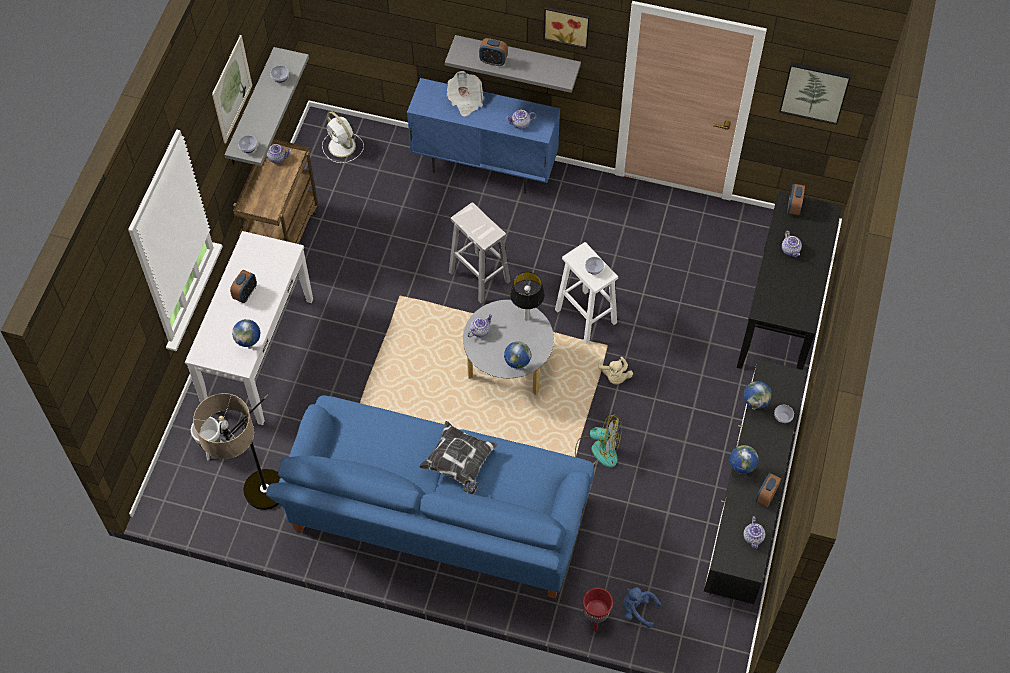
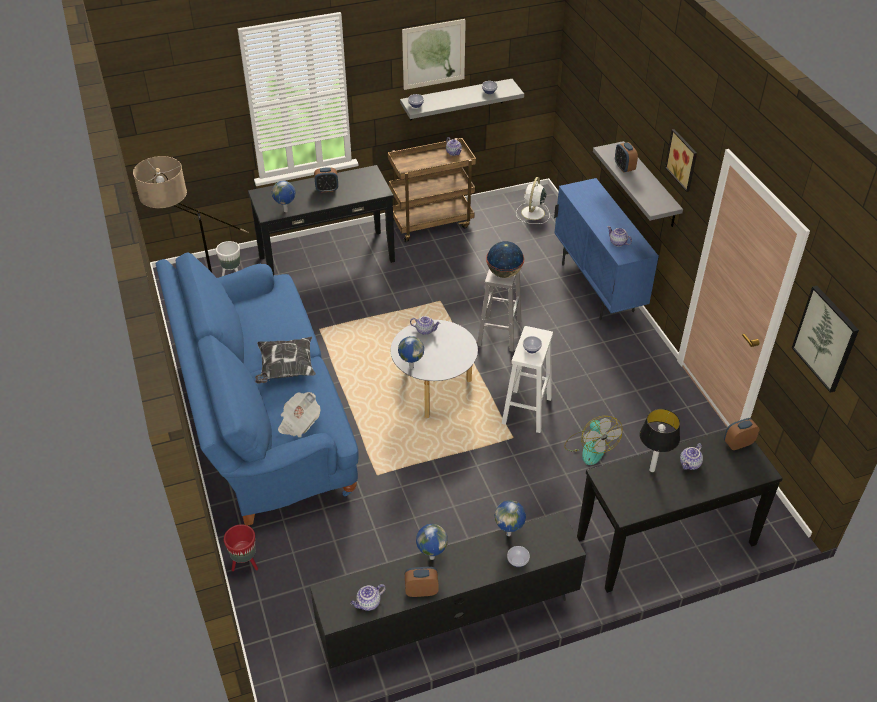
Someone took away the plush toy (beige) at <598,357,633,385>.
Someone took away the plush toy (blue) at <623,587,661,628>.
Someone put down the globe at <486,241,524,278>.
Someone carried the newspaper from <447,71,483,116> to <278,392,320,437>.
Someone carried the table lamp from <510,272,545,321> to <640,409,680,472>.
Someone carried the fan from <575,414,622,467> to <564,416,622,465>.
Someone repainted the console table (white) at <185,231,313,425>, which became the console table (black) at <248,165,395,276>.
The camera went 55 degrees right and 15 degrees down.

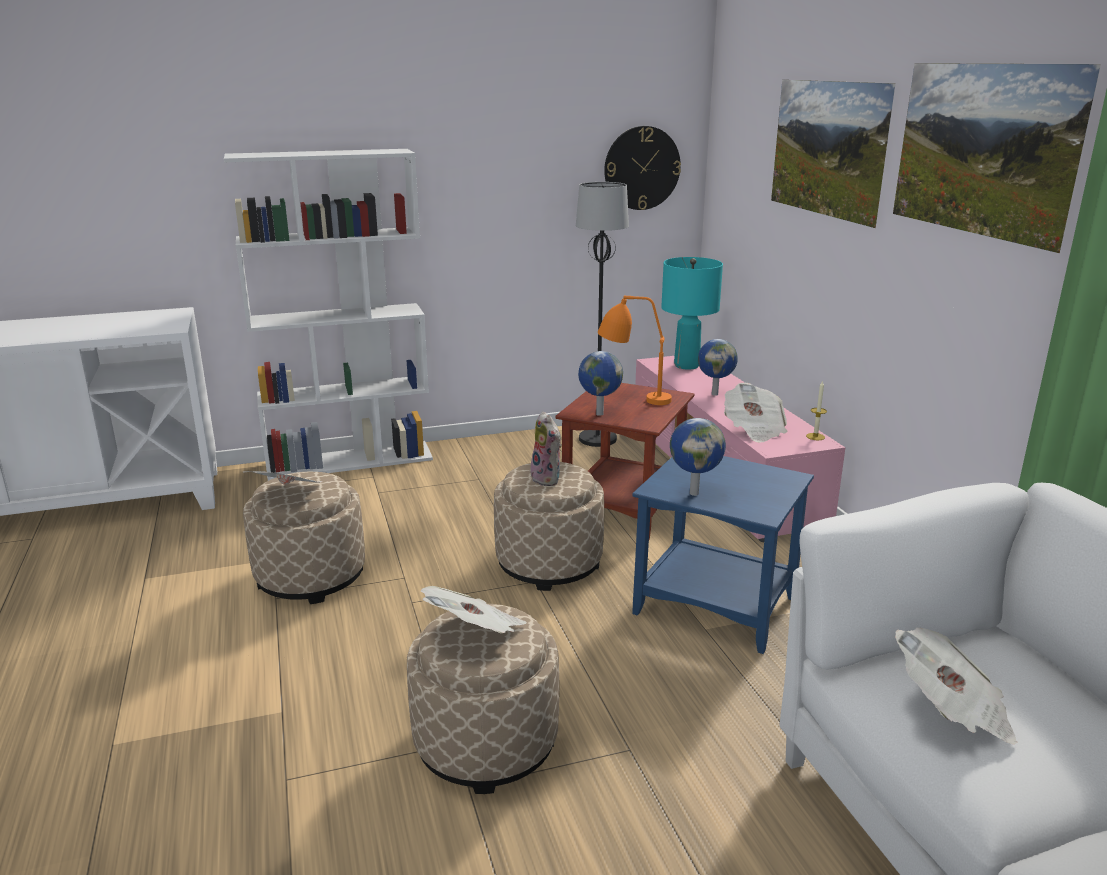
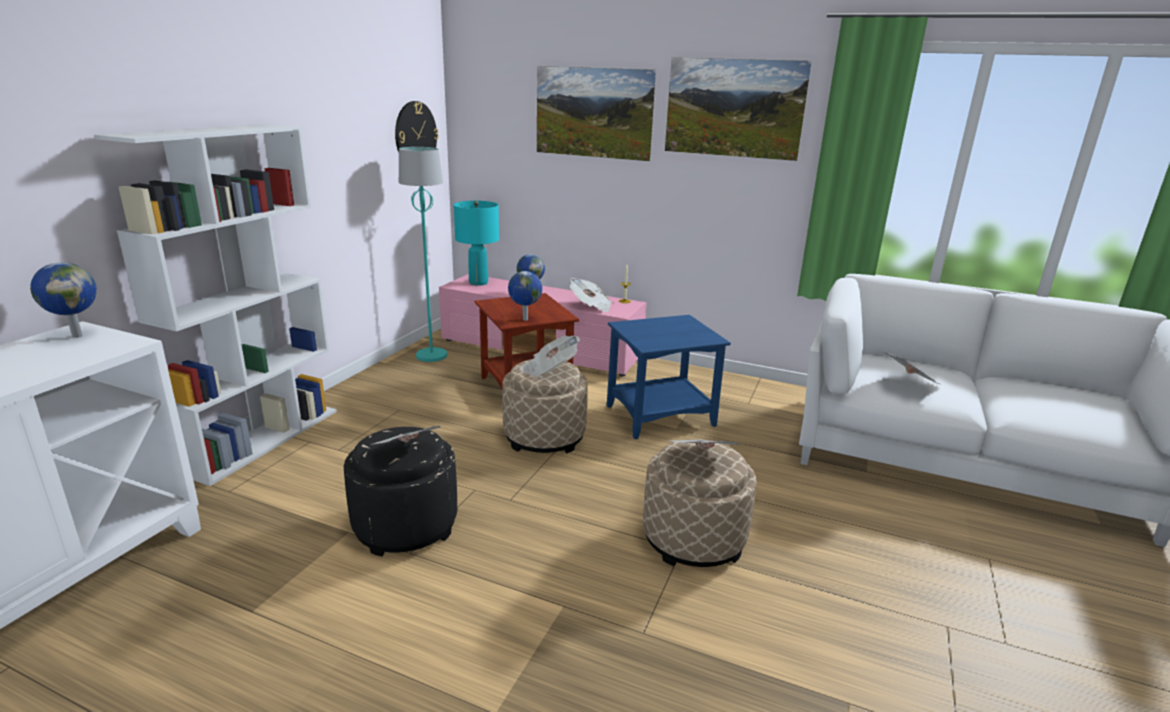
Someone took away the table lamp (orange) at <598,296,672,405>.
Someone carried the globe from <670,418,726,496> to <30,262,97,338>.
Someone swapped the plush toy at <530,411,562,486> for the newspaper at <520,335,580,378>.
Someone repainted the ottoman (beige) at <243,471,365,604>, which became the ottoman (black) at <344,427,457,556>.
Someone repainted the floor lamp (black) at <576,182,629,447>, which became the floor lamp (turquoise) at <399,147,447,362>.
The camera went 50 degrees left and 0 degrees up.

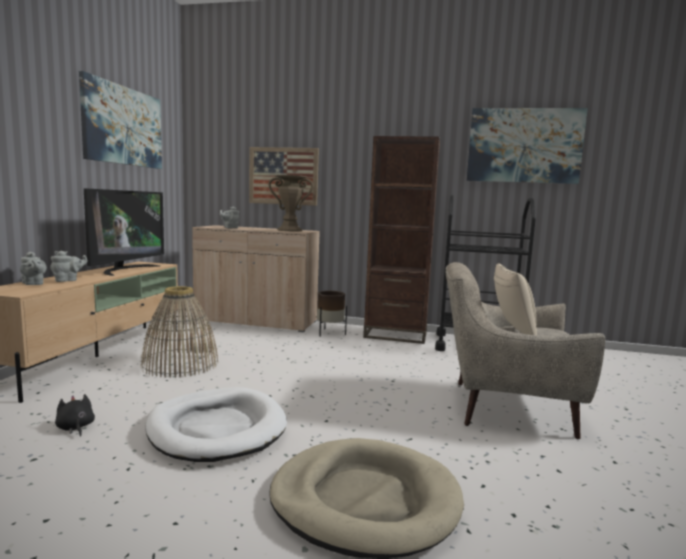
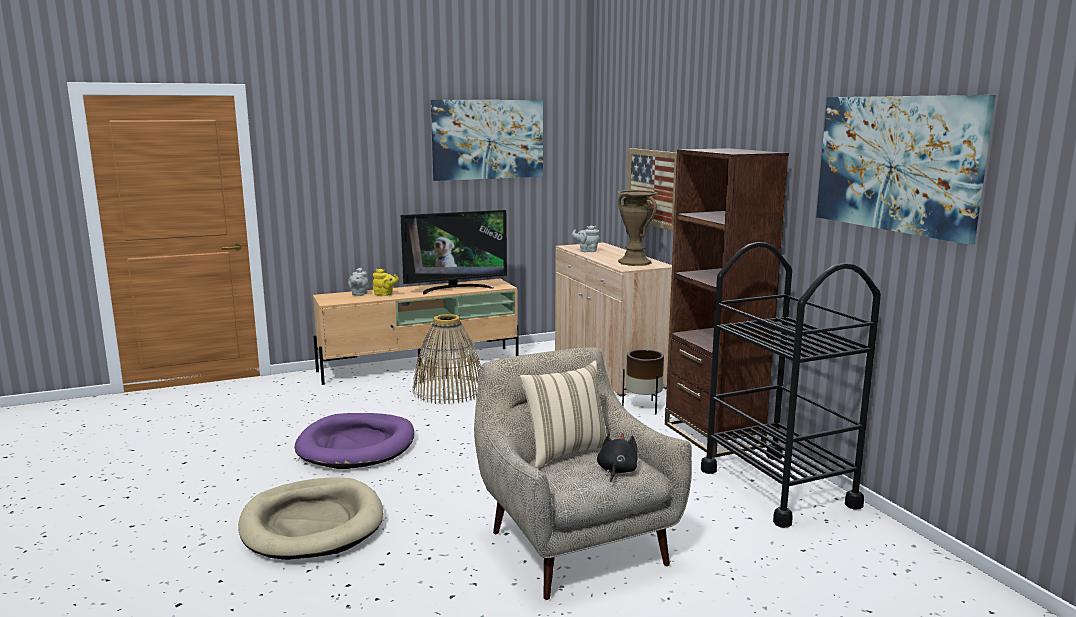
Someone carried the plush toy (black) from <55,394,95,437> to <597,433,638,482>.
Someone repainted the teapot (grey) at <50,250,88,282>, which became the teapot (yellow) at <373,269,399,296>.
Someone repainted the dog bed (white) at <146,387,287,462>, which became the dog bed (purple) at <295,413,414,469>.
The camera went 55 degrees right and 5 degrees up.

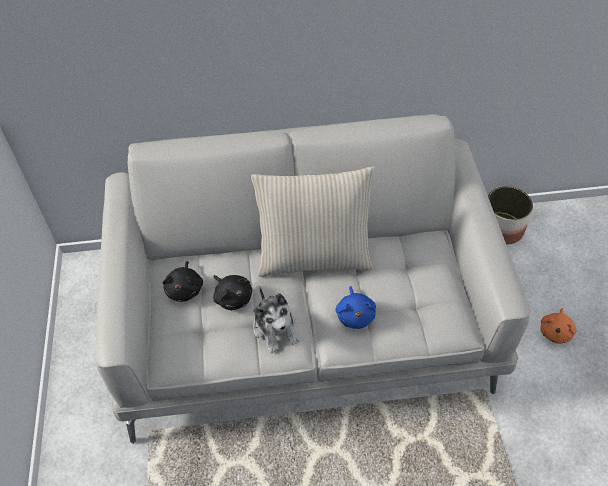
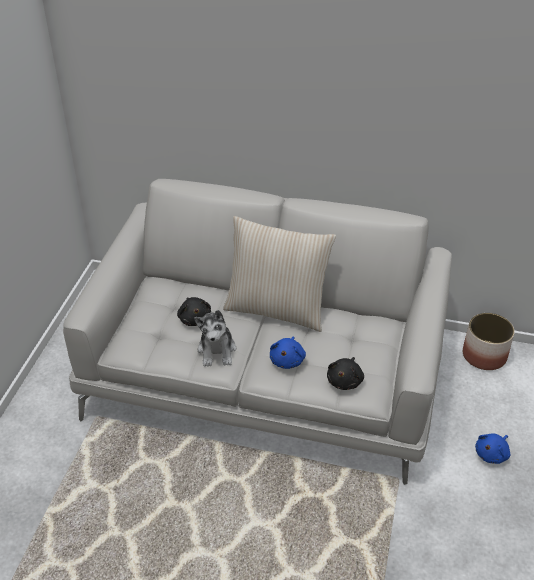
Someone carried the plush toy (black) from <163,261,203,302> to <327,357,364,390>.
Someone repainted the plush toy (orange) at <541,308,577,344>, which became the plush toy (blue) at <475,433,510,464>.
The camera went 20 degrees right and 10 degrees down.

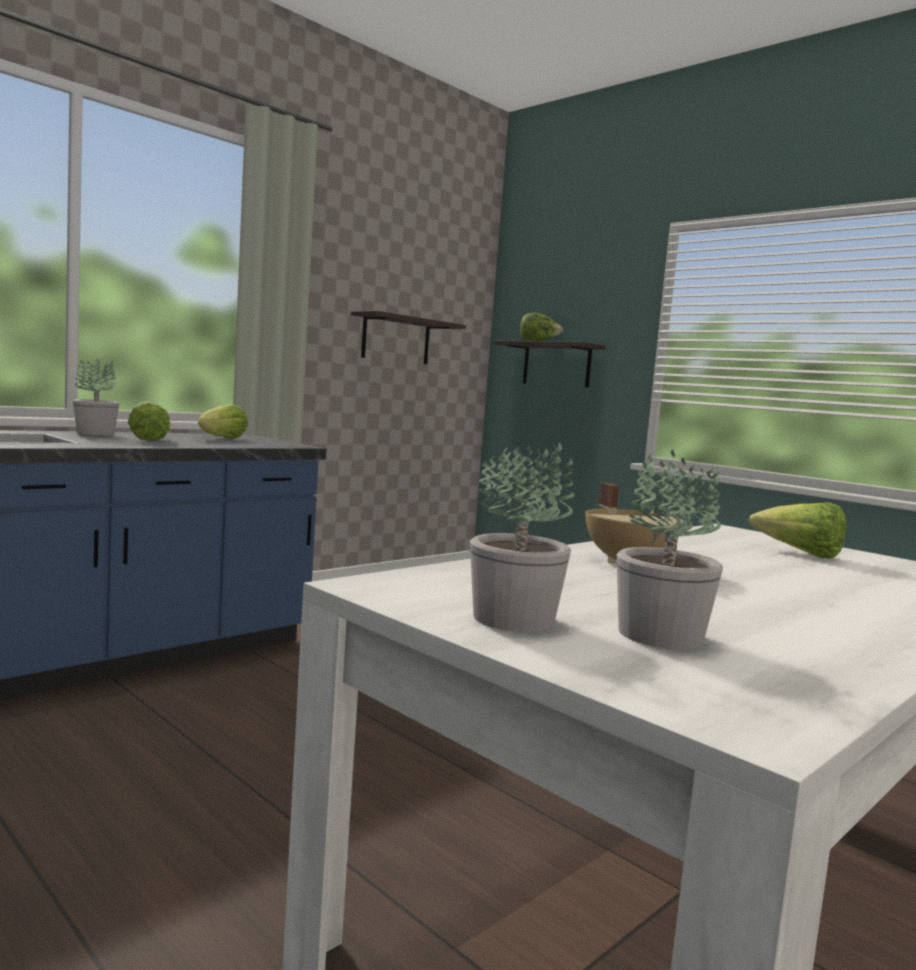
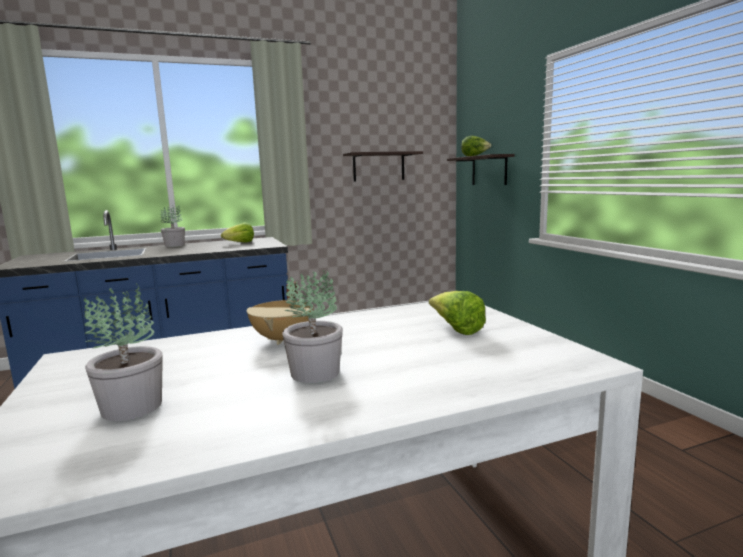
Someone took away the lettuce at <128,401,170,441>.
Someone carried the potted plant from <470,443,574,632> to <282,270,343,383>.
The camera went 25 degrees right and 5 degrees up.

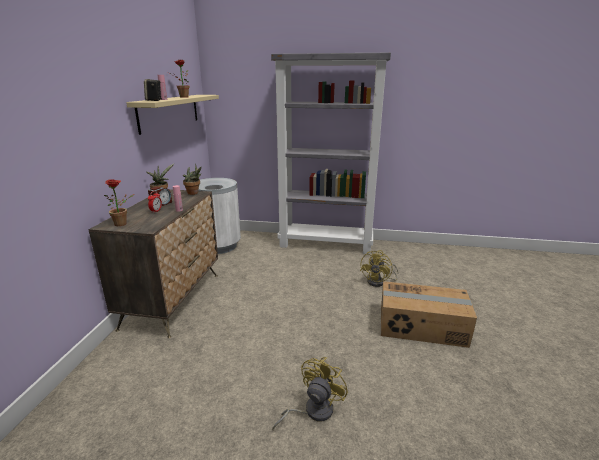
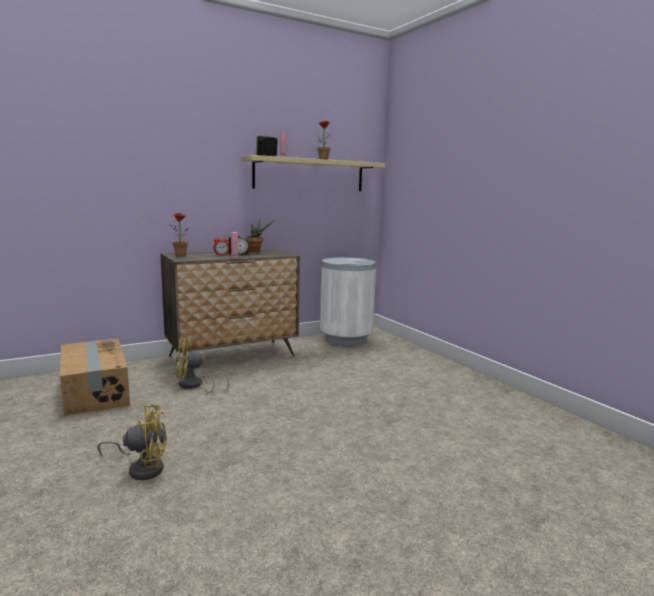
Someone took away the potted plant at <183,163,201,195>.
Someone took away the bookcase (grey) at <271,53,391,254>.
Someone carried the fan (yellow) from <360,250,399,287> to <176,338,229,393>.
Someone carried the cardboard box from <381,281,477,348> to <60,339,130,416>.
The camera went 50 degrees right and 10 degrees down.

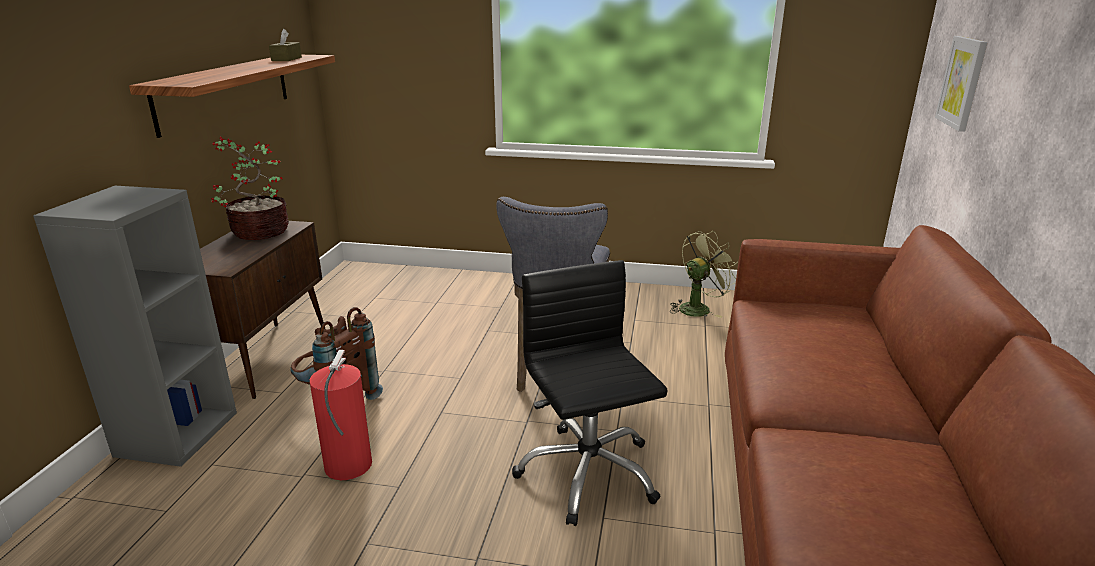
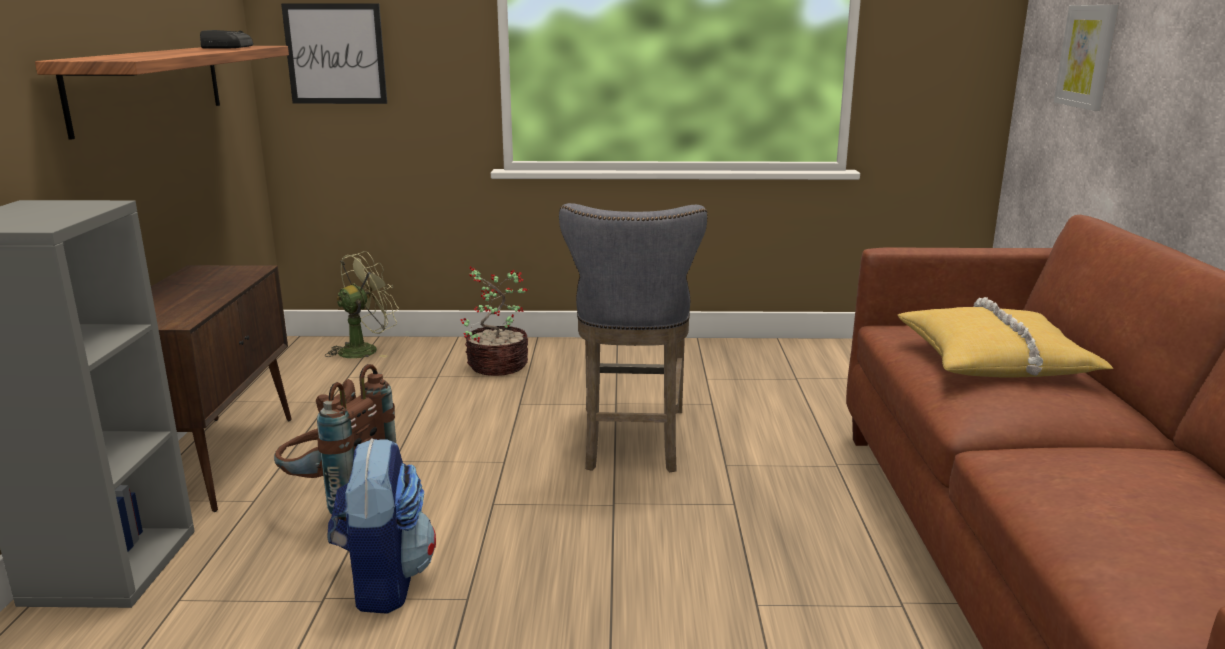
Someone took away the office chair (black) at <512,260,668,526>.
Someone put up the picture at <281,3,387,104>.
Someone put down the pillow (yellow) at <898,297,1113,377>.
Someone carried the potted plant from <211,136,289,240> to <460,266,529,376>.
Someone carried the fan (green) from <670,231,738,318> to <325,251,399,358>.
Someone swapped the tissue box (brown) at <269,29,302,61> for the radio at <200,30,253,49>.
Someone swapped the fire extinguisher at <310,350,372,480> for the backpack at <327,438,436,614>.
The camera went 10 degrees left and 5 degrees down.

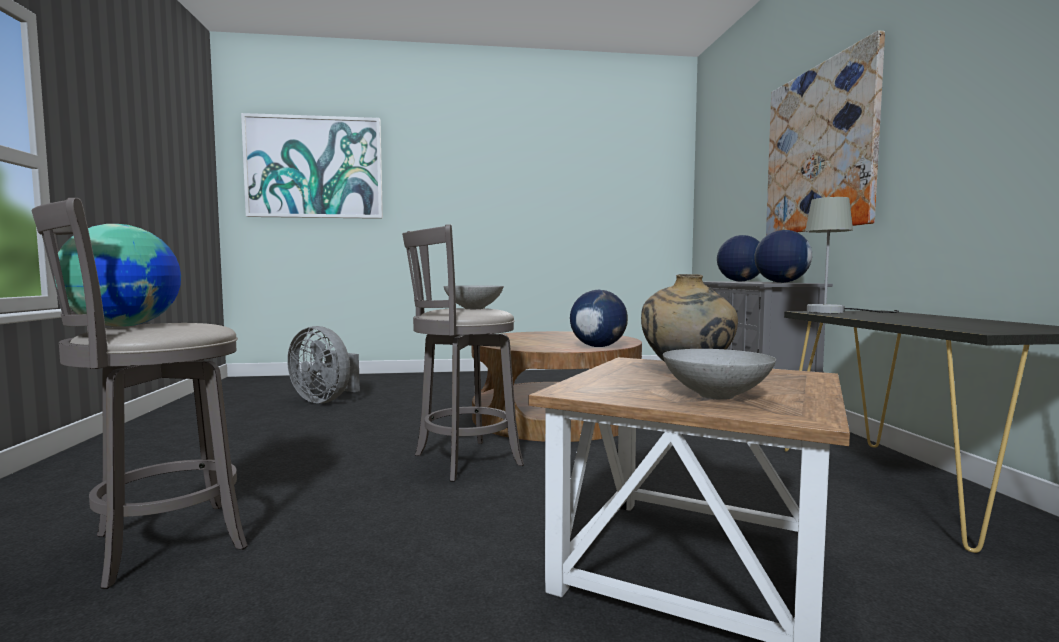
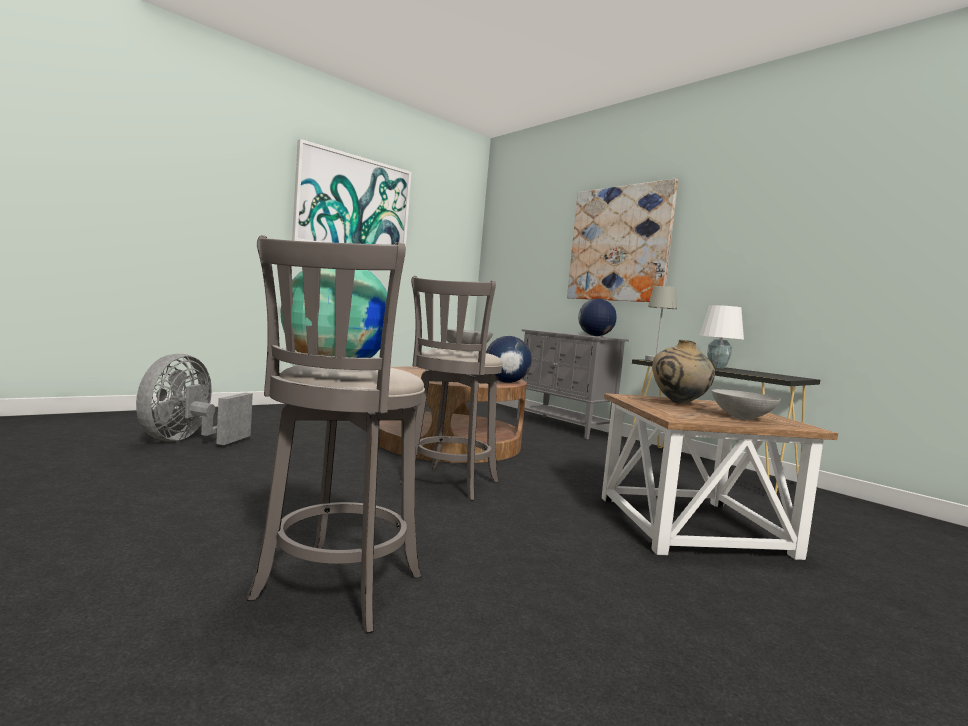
Someone took away the globe at <717,235,760,282>.
Someone put down the table lamp (white) at <699,305,744,368>.
Someone carried the picture from <241,113,383,219> to <292,139,411,246>.
Someone rotated the fan (grey) at <287,326,360,403> by 105 degrees clockwise.
The camera went 35 degrees left and 0 degrees up.

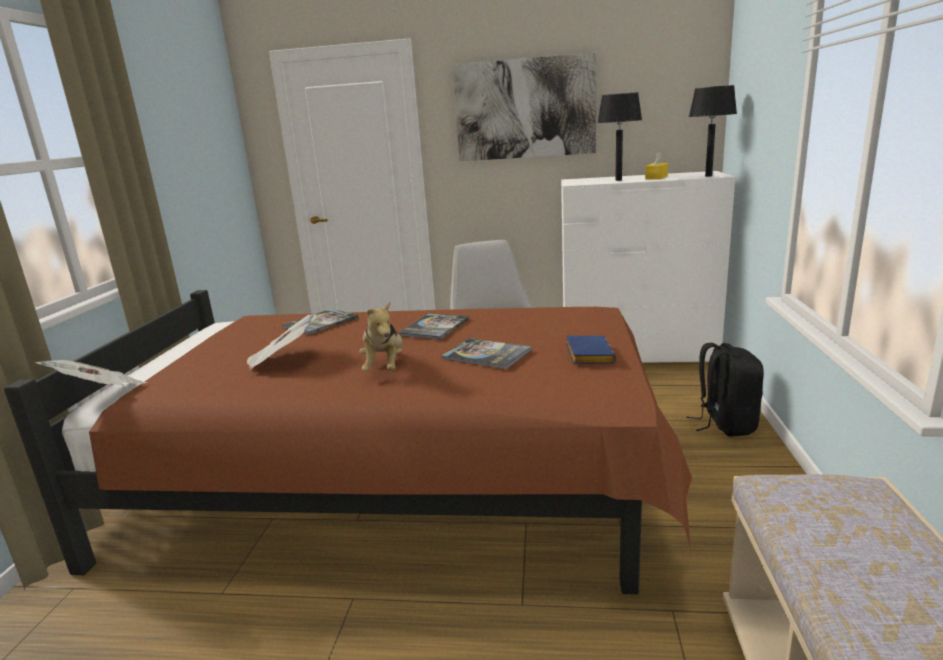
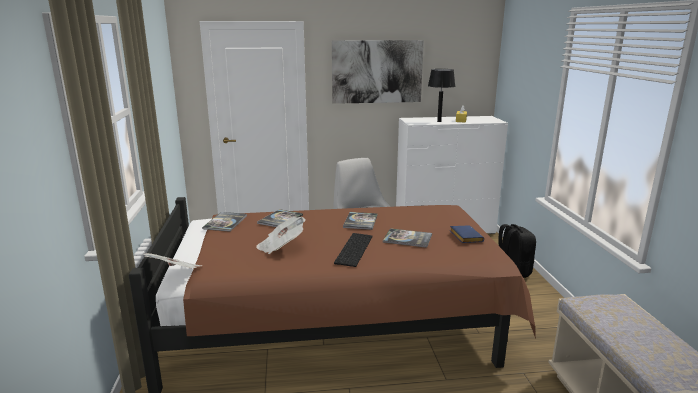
Someone took away the table lamp (black) at <689,85,737,177>.
Someone put down the book at <202,212,247,232>.
Someone swapped the plush toy at <359,301,403,371> for the keyboard at <334,233,373,267>.
The camera went 15 degrees left and 0 degrees up.

